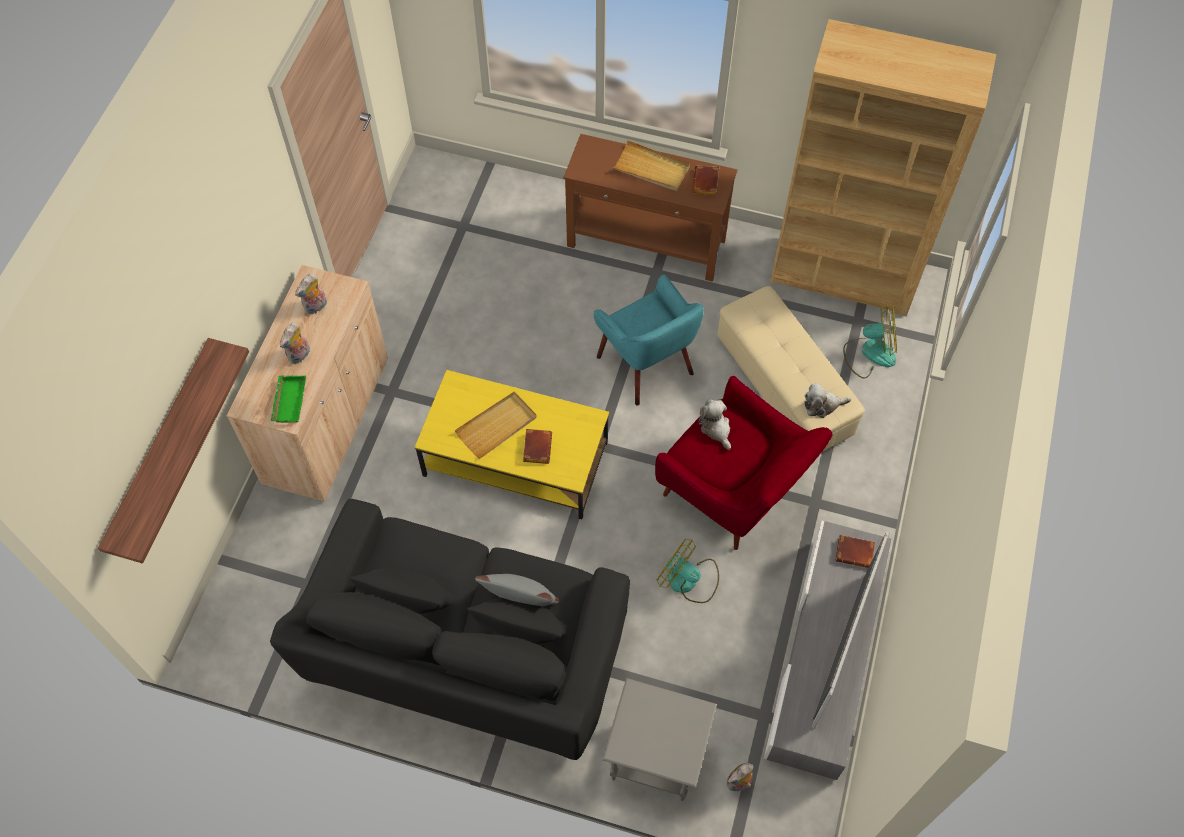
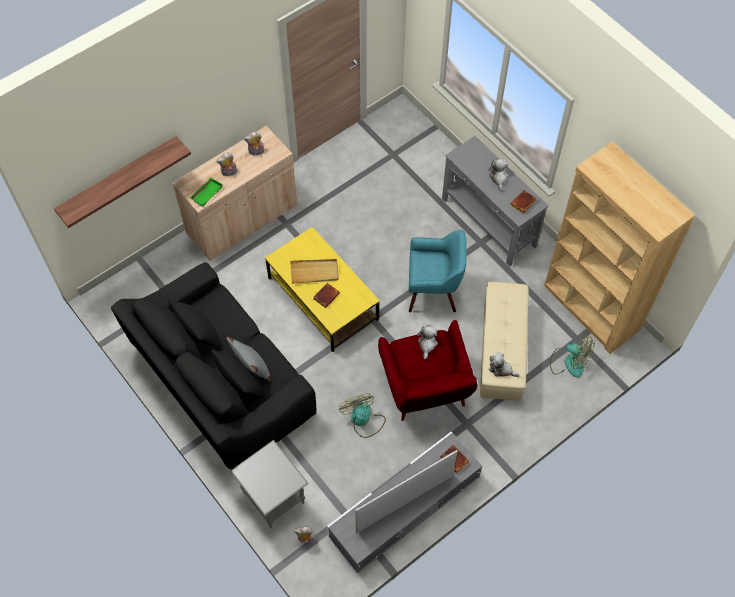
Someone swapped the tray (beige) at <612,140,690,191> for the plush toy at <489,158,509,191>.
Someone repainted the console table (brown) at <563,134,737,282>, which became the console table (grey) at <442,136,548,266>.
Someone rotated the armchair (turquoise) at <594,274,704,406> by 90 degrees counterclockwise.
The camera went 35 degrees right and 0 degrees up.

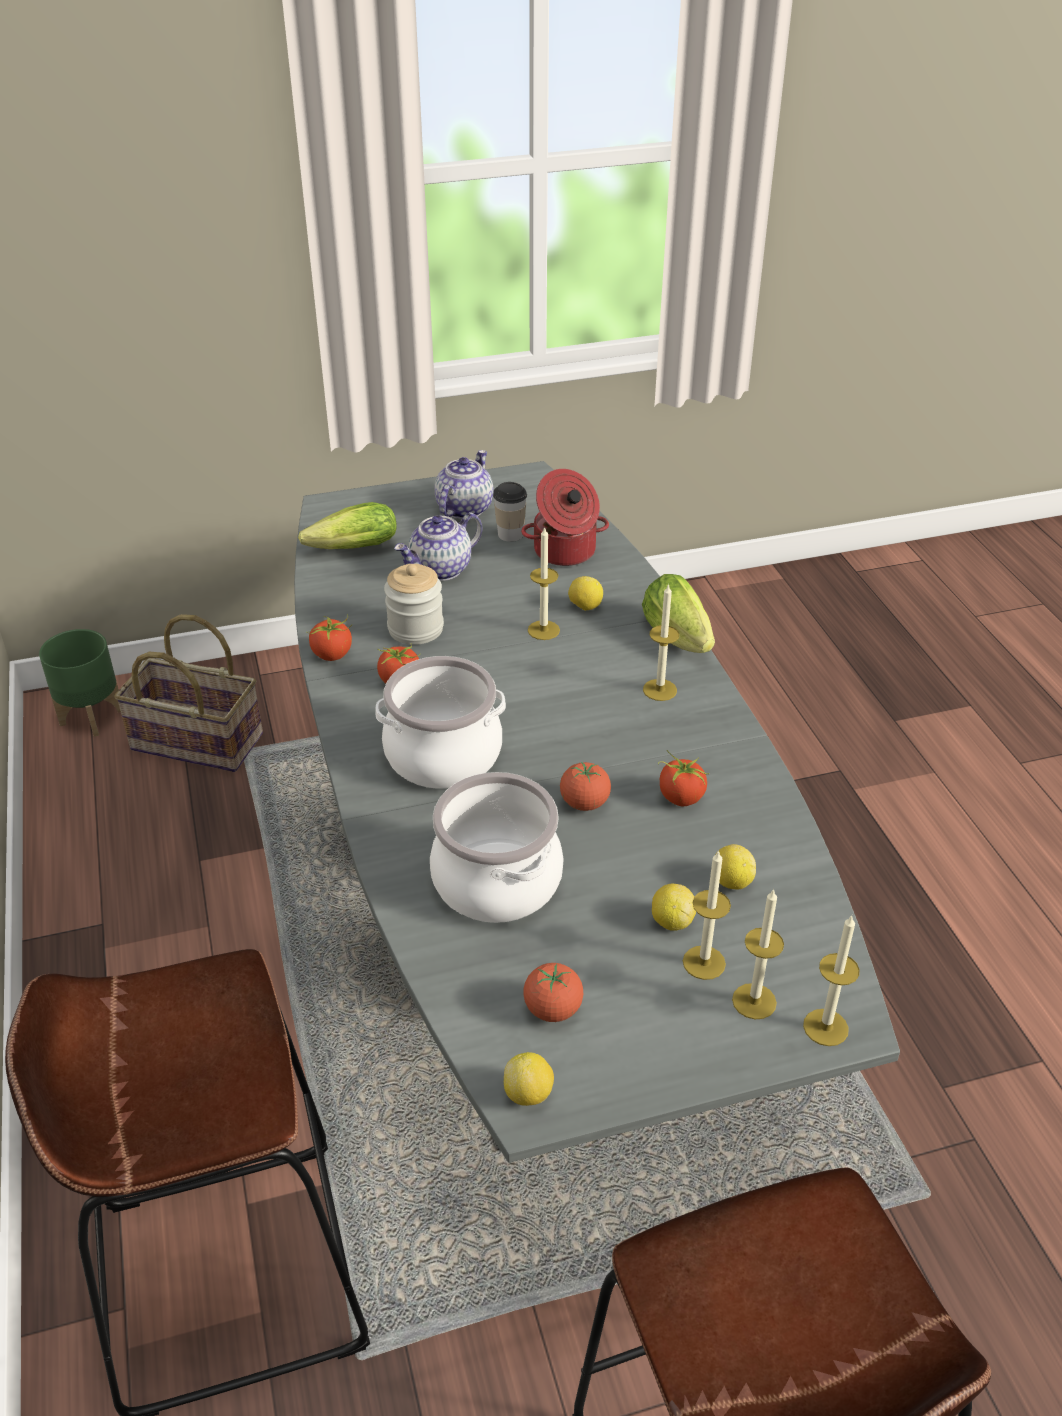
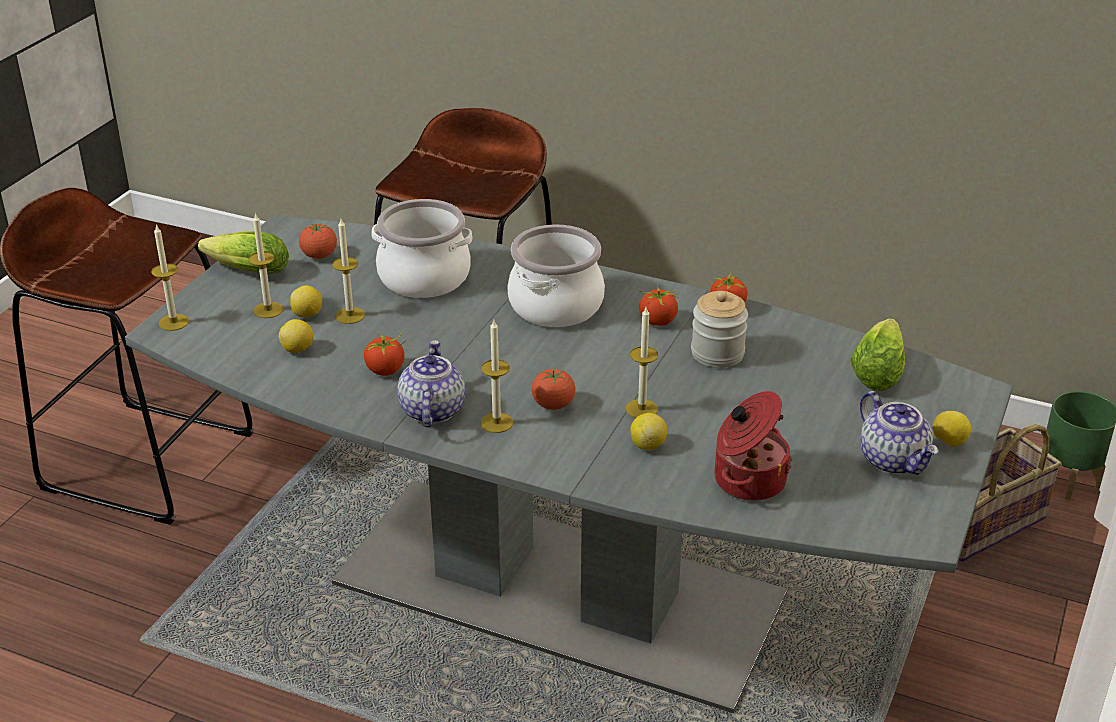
Someone took away the cup at <493,482,527,542>.
Someone carried the teapot from <394,512,483,581> to <398,340,465,427>.
Someone carried the lemon from <504,1052,554,1106> to <933,411,971,447>.
Someone carried the tomato from <560,762,611,811> to <532,368,575,410>.
Someone carried the lettuce from <642,574,715,653> to <198,231,289,274>.
Someone carried the candle from <732,888,784,1019> to <332,219,365,324>.
The camera went 130 degrees right and 5 degrees down.

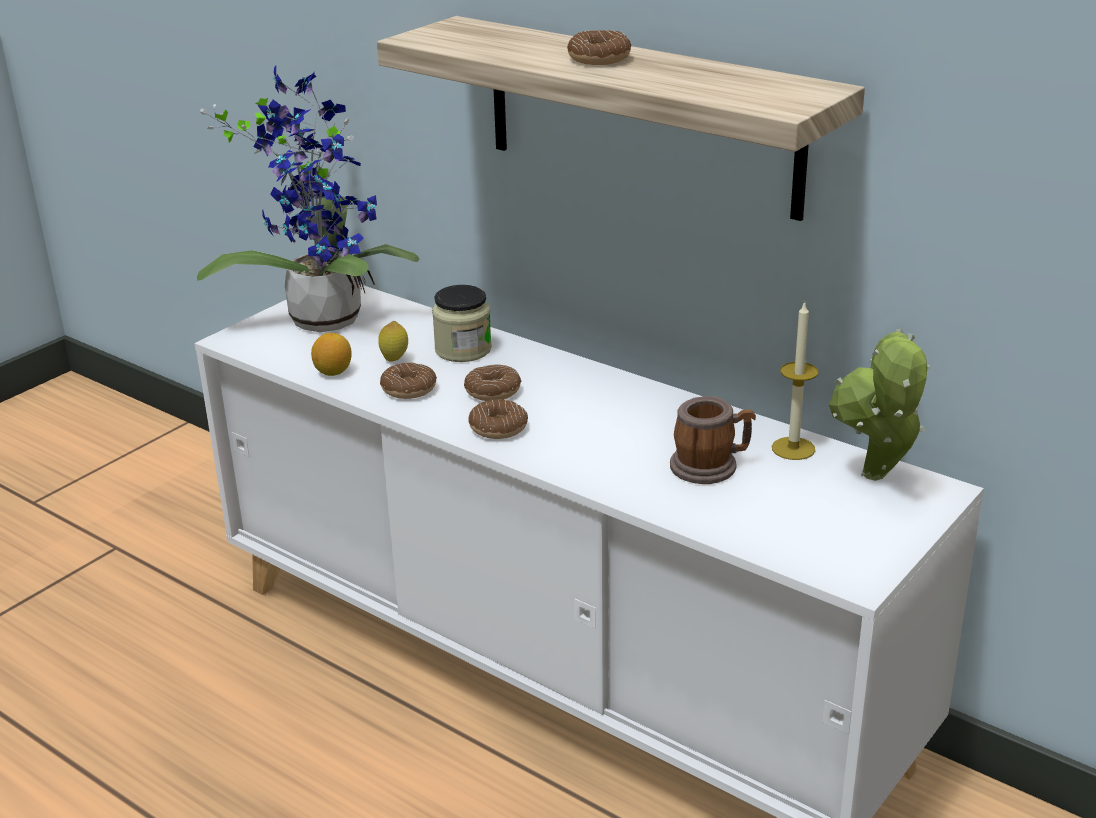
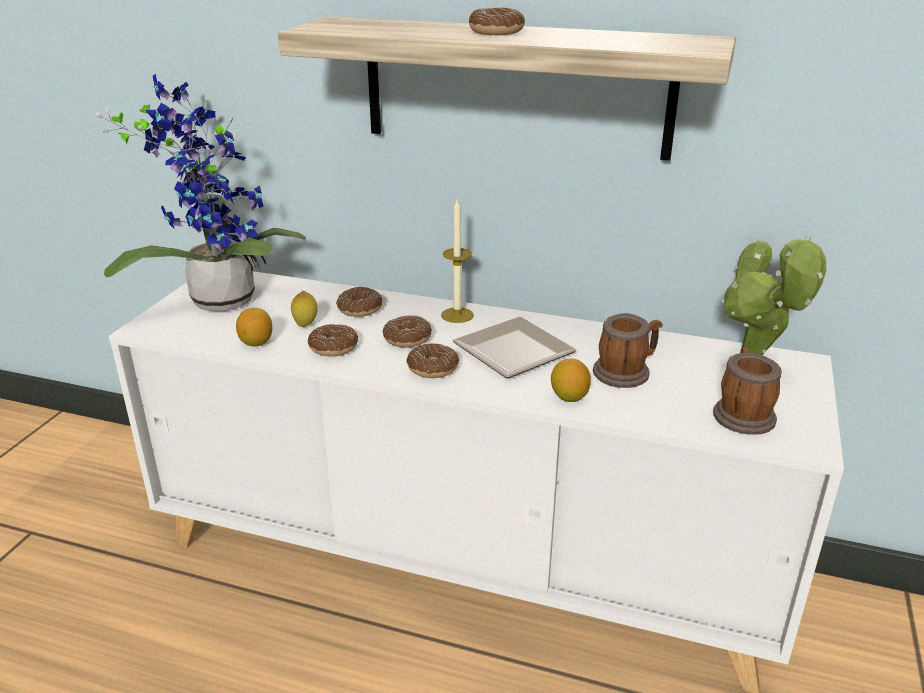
Someone put down the plate at <453,317,577,378>.
Someone put down the lemon at <551,358,591,402>.
Someone put down the mug at <713,348,782,435>.
Someone carried the candle from <772,301,819,460> to <441,199,474,323>.
Someone swapped the jar at <432,285,492,362> for the donut at <336,287,382,317>.
The camera went 20 degrees left and 0 degrees up.

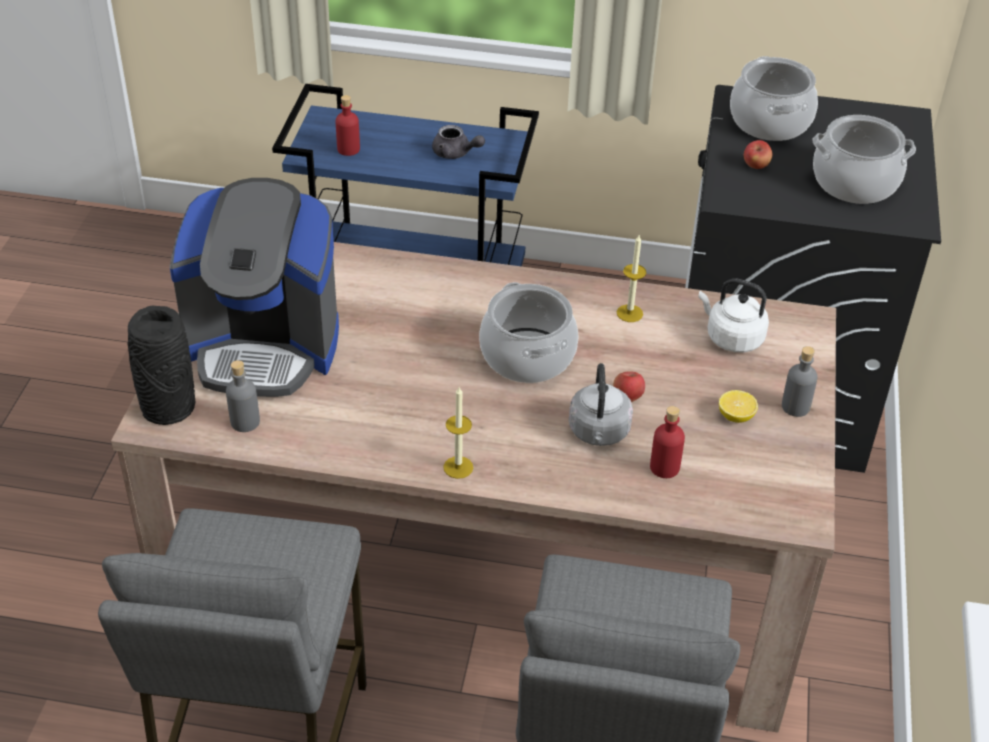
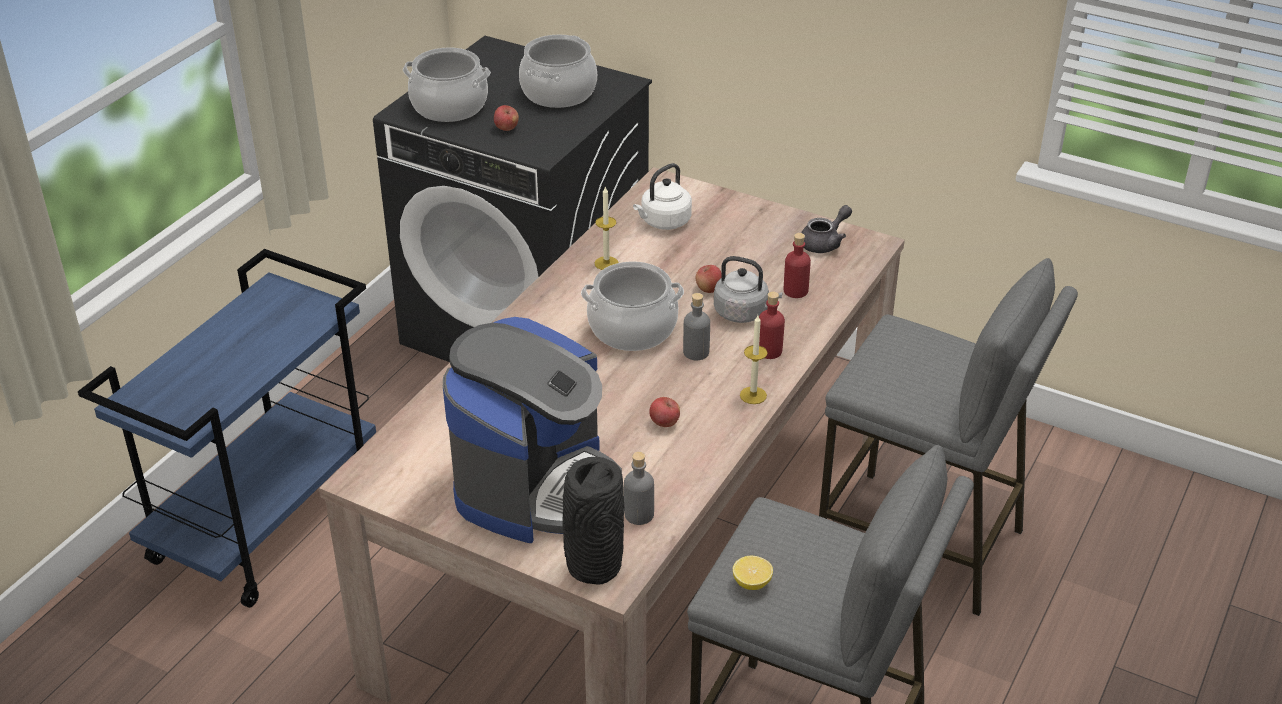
Someone put down the apple at <649,397,680,427>.
Someone carried the bottle (red) from <336,95,360,156> to <759,291,785,359>.
Someone carried the teapot (grey) from <432,125,485,159> to <801,205,852,253>.
Someone carried the lemon from <719,390,758,423> to <733,556,773,590>.
Someone carried the bottle (grey) from <782,346,818,417> to <683,293,710,360>.
The camera went 70 degrees left and 5 degrees down.

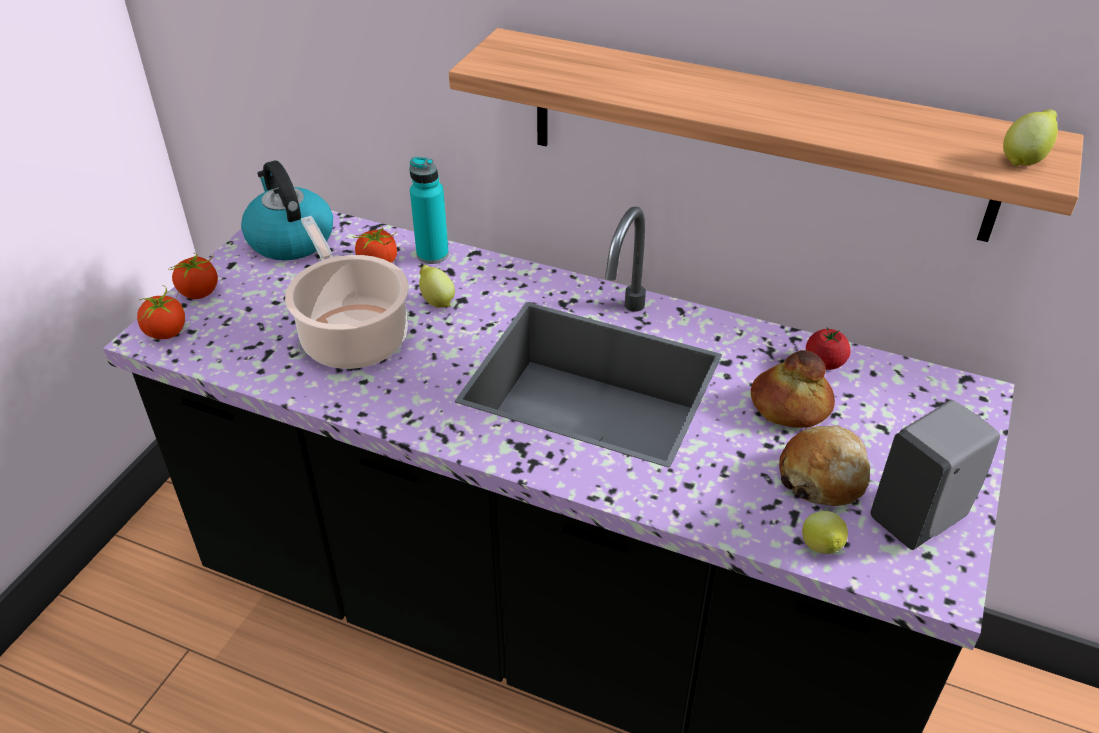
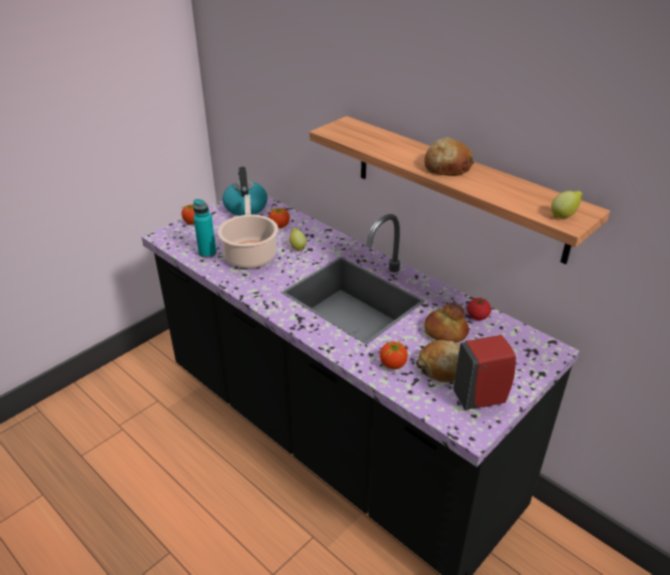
Someone took away the lemon at <802,511,848,554>.
Someone put down the bread at <424,137,474,176>.
Someone carried the tomato from <137,285,185,339> to <380,336,409,369>.
Someone carried the bottle (turquoise) from <409,157,449,264> to <193,199,216,258>.
Someone repainted the soap dispenser (grey) at <871,400,1000,550>, which became the soap dispenser (red) at <454,335,516,410>.
The camera went 20 degrees right and 5 degrees down.

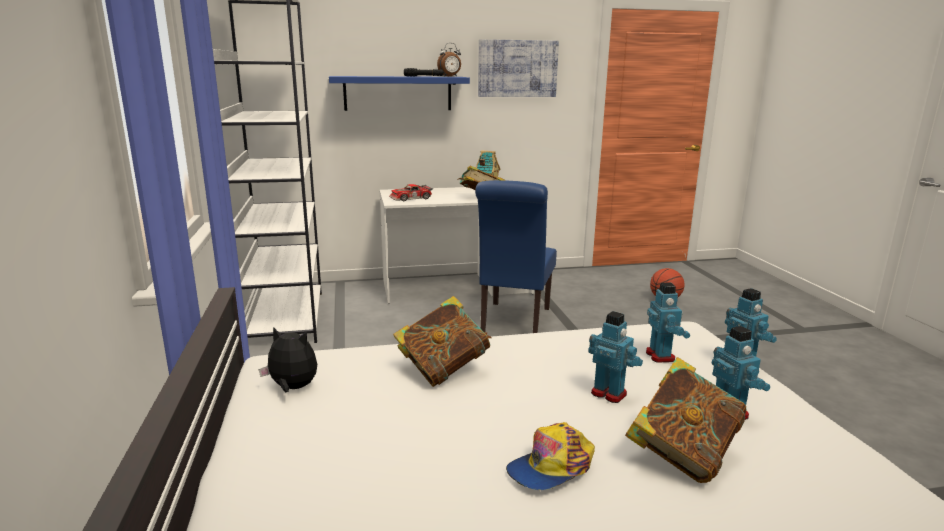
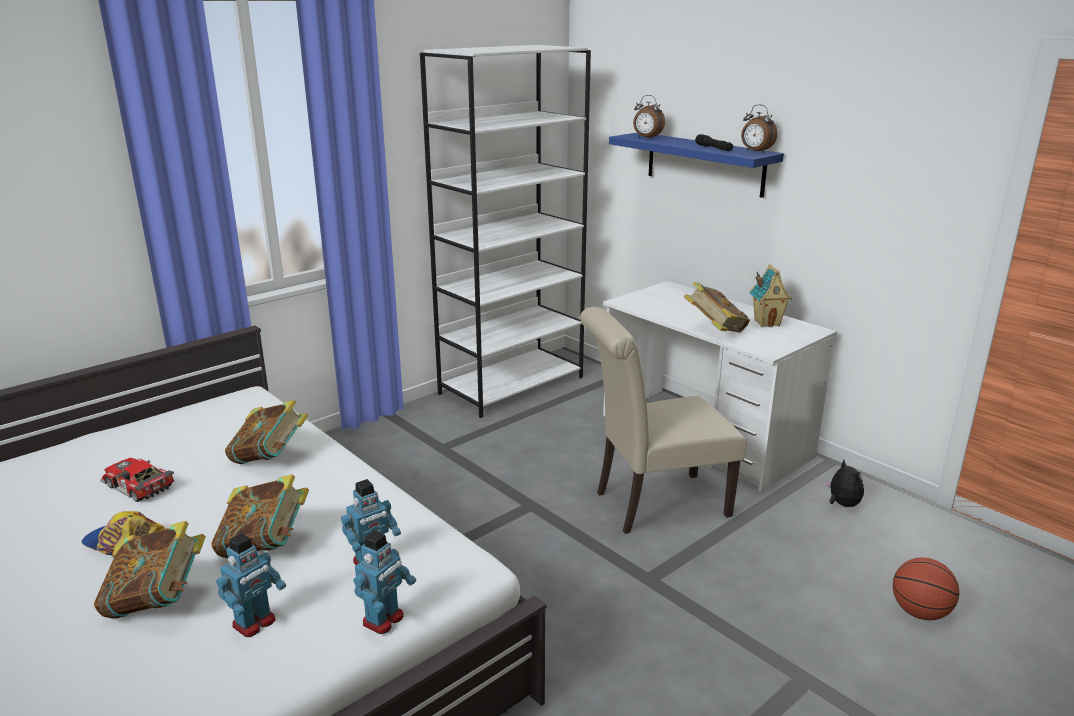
Someone took away the picture at <478,39,559,97>.
Someone put down the alarm clock at <633,95,665,139>.
Someone carried the plush toy from <258,327,317,392> to <825,460,864,507>.
Someone carried the toy car from <389,184,433,201> to <100,458,174,502>.
Someone swapped the toy robot at <588,311,643,403> for the book at <211,474,309,558>.
Someone repainted the chair (blue) at <475,180,557,333>, which became the chair (beige) at <580,307,747,534>.
The camera went 60 degrees right and 5 degrees up.

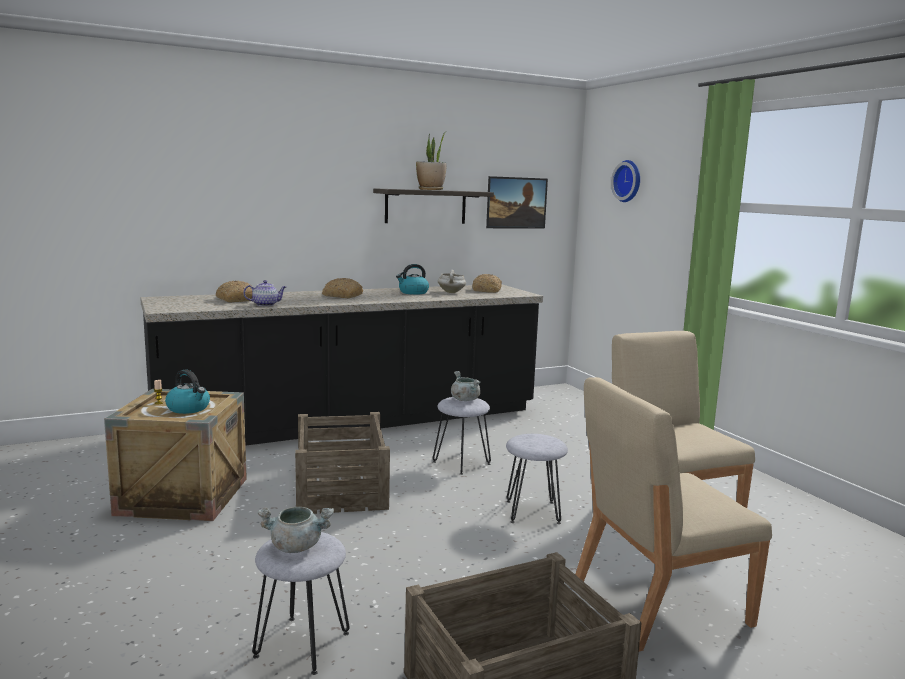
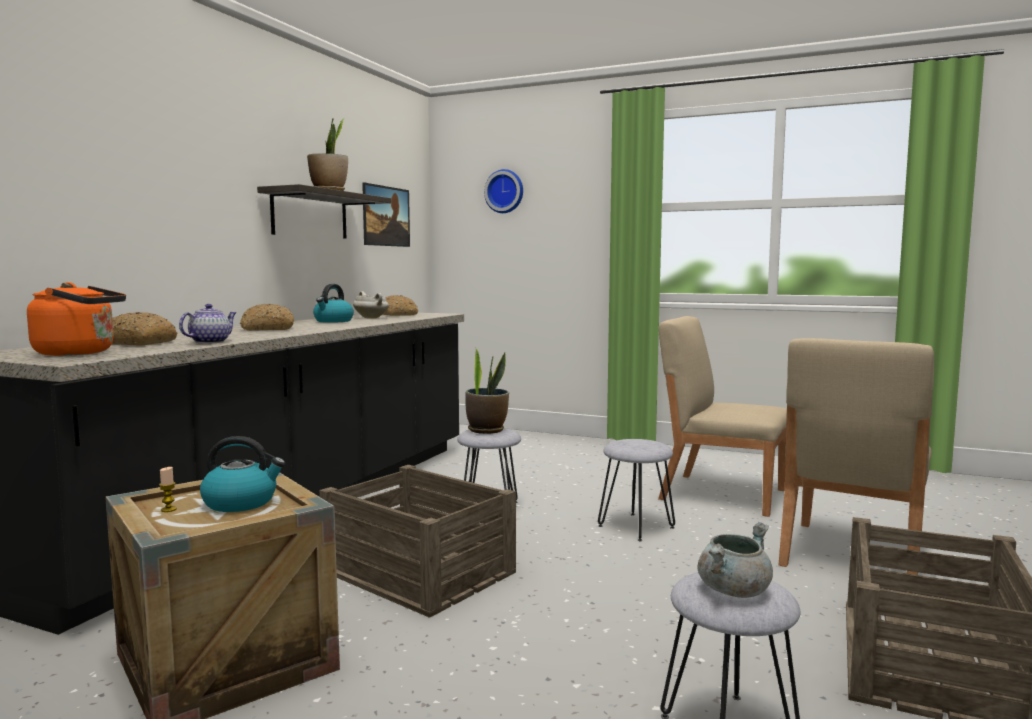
Someone put down the kettle (orange) at <27,282,126,356>.
Someone swapped the cooking pot (grey) at <451,371,481,401> for the potted plant at <465,347,509,434>.
The camera went 40 degrees left and 5 degrees down.

